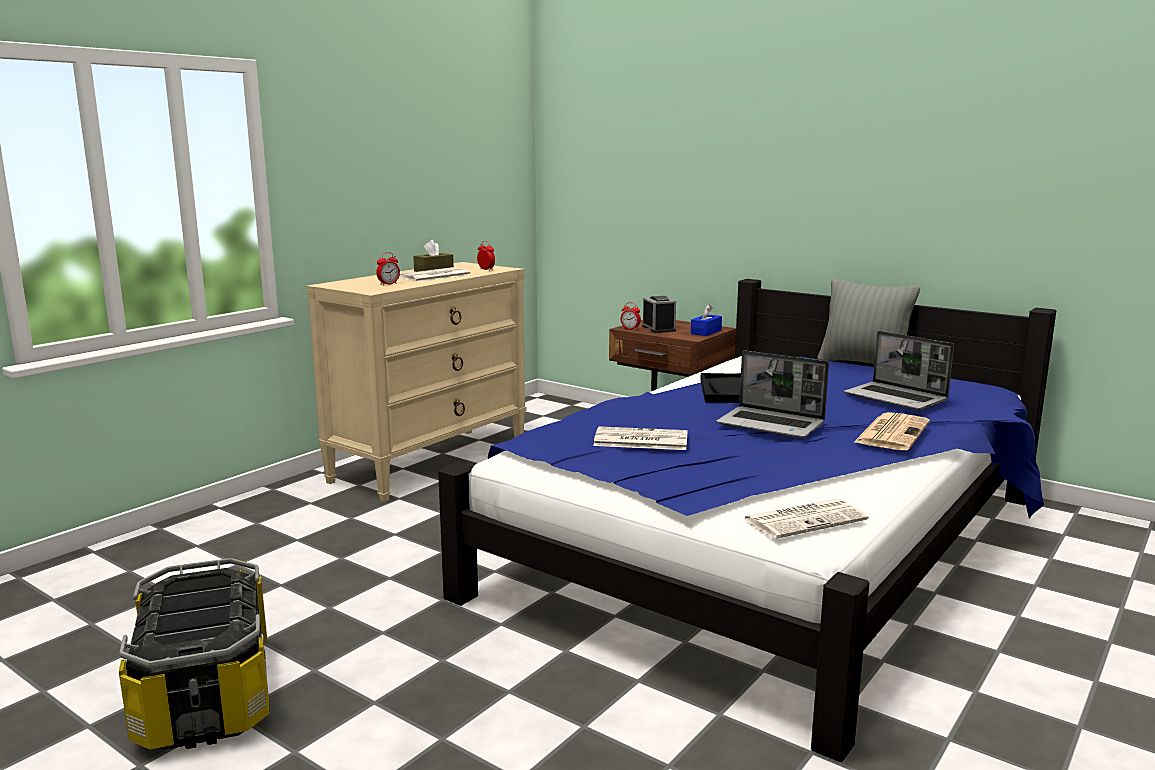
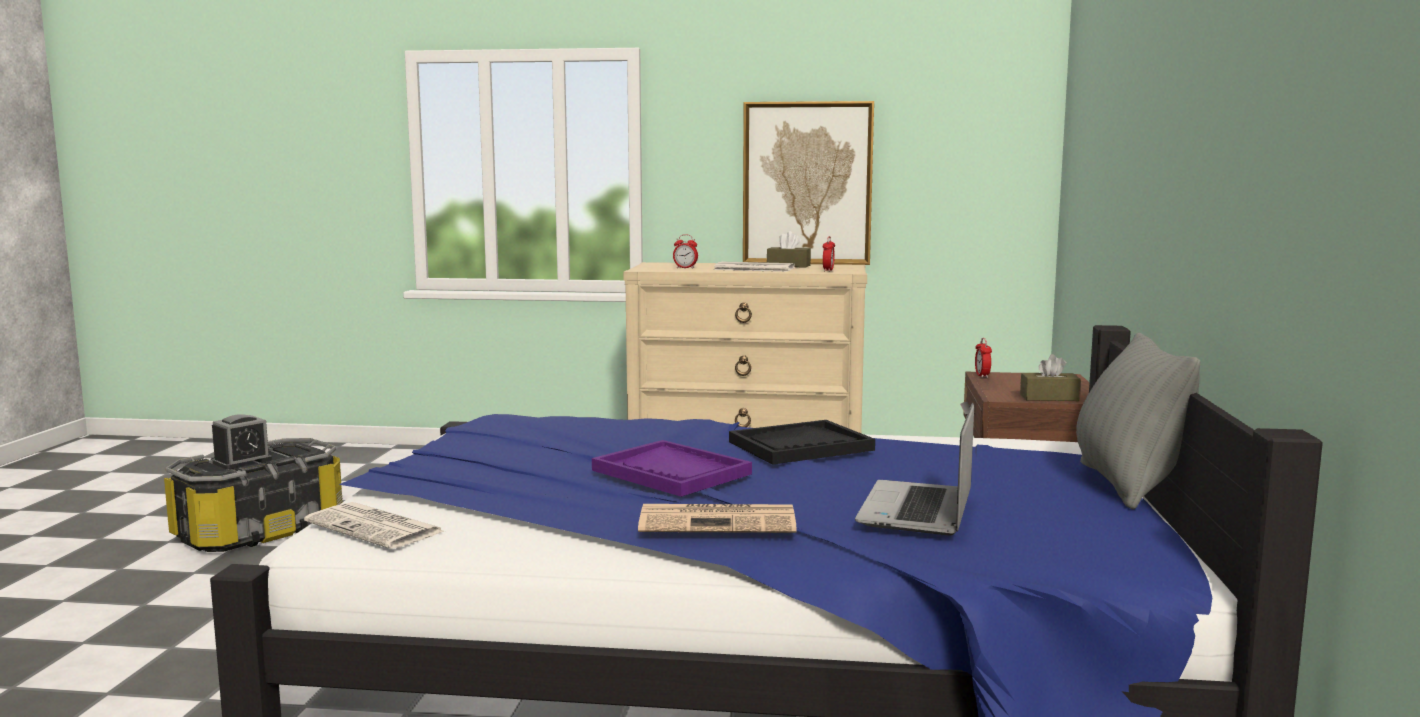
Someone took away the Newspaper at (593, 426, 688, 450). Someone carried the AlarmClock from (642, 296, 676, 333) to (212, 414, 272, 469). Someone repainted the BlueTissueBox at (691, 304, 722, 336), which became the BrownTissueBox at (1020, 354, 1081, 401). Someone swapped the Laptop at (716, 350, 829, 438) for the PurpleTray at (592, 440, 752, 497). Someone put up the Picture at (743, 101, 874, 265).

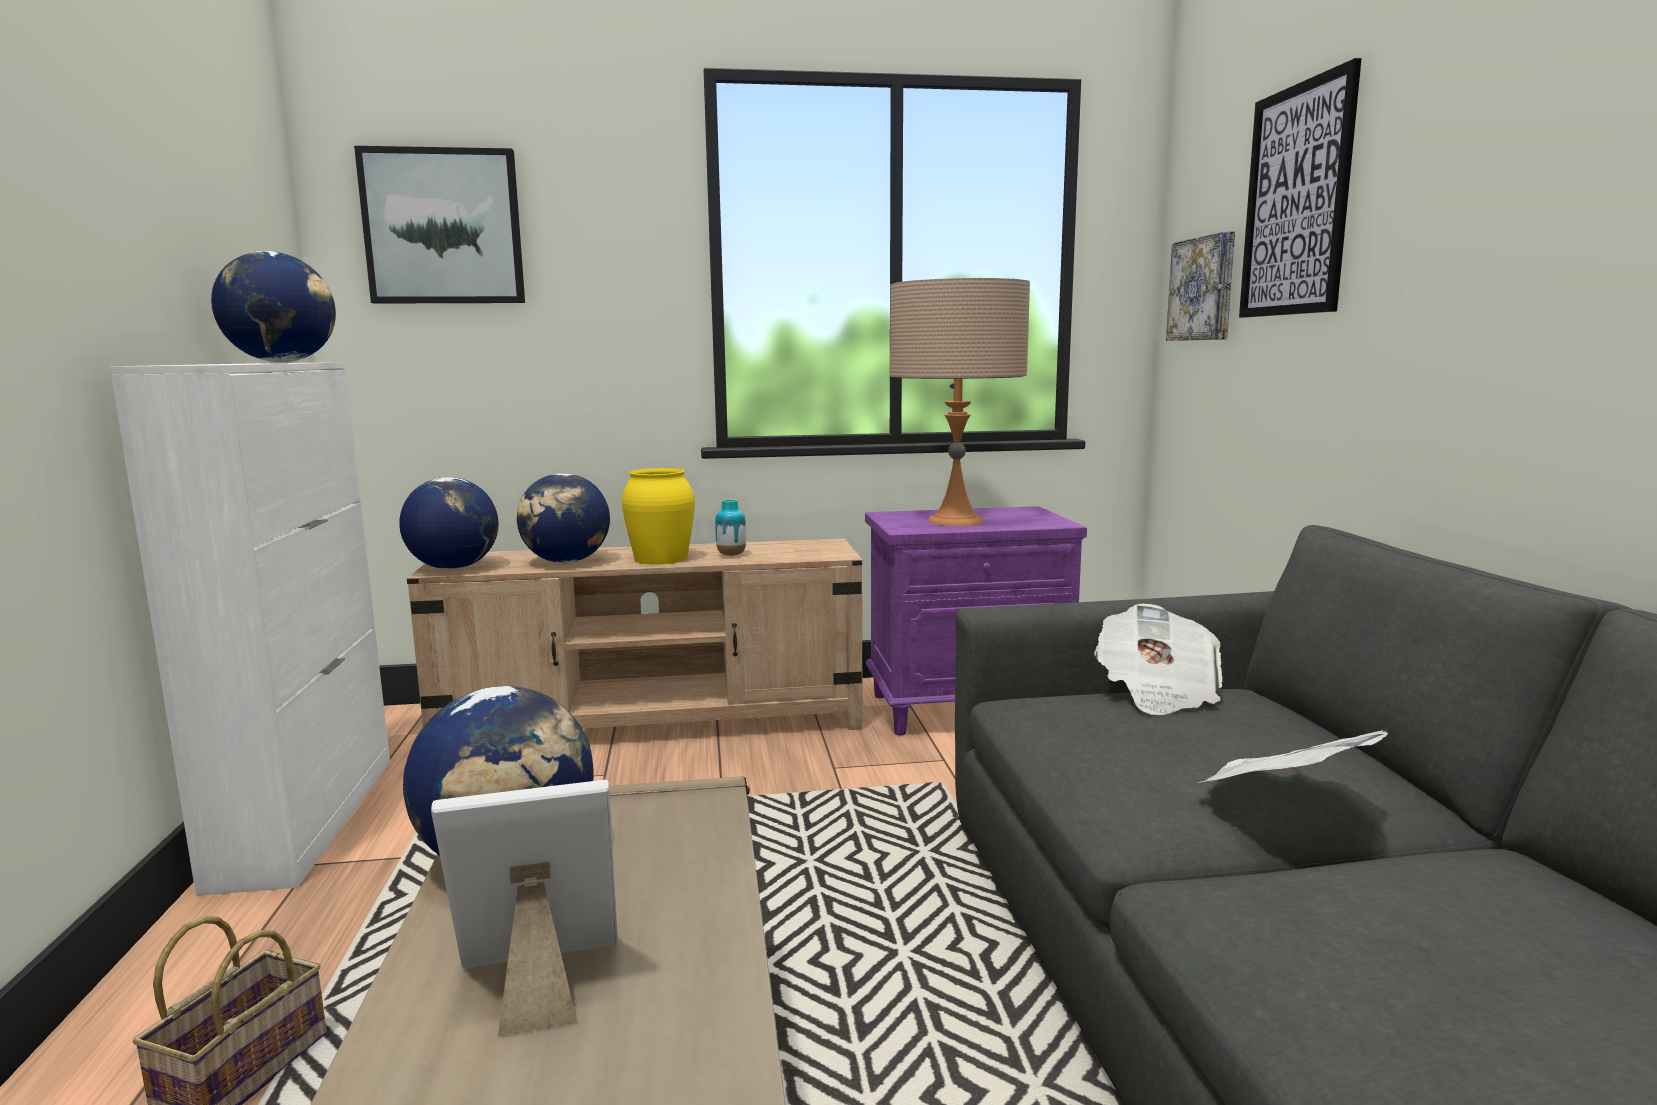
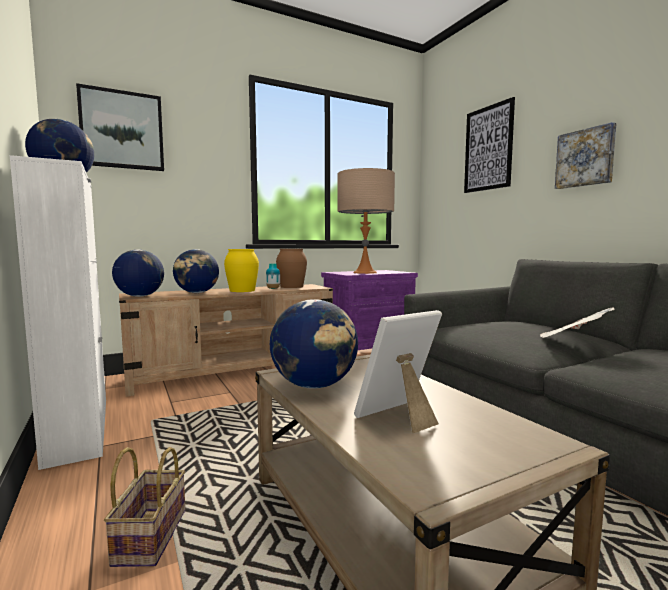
Someone took away the Newspaper at (1094, 604, 1222, 715). Someone carried the Picture from (1166, 231, 1235, 341) to (555, 122, 617, 189). Someone put down the BrownVase at (276, 249, 307, 288).

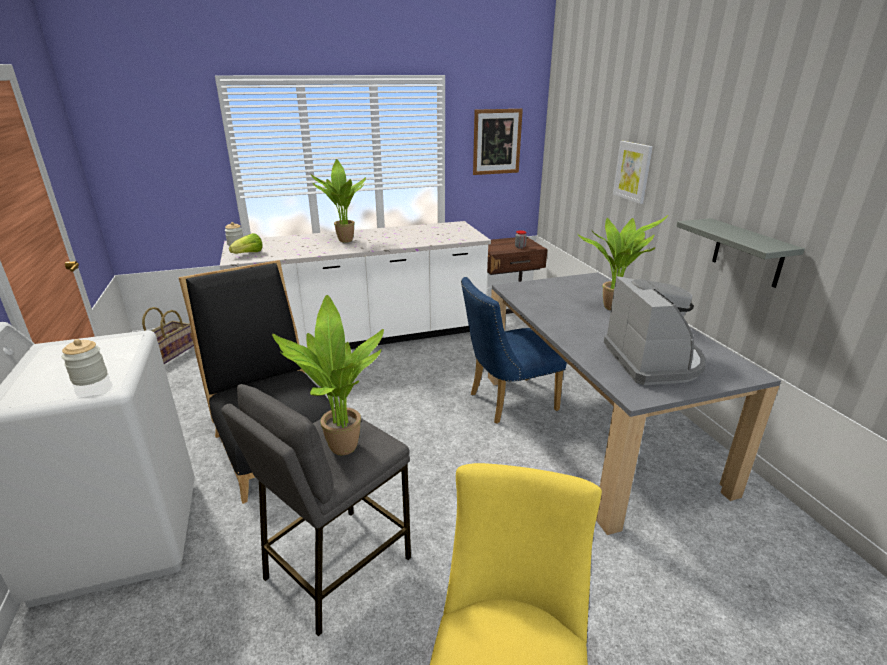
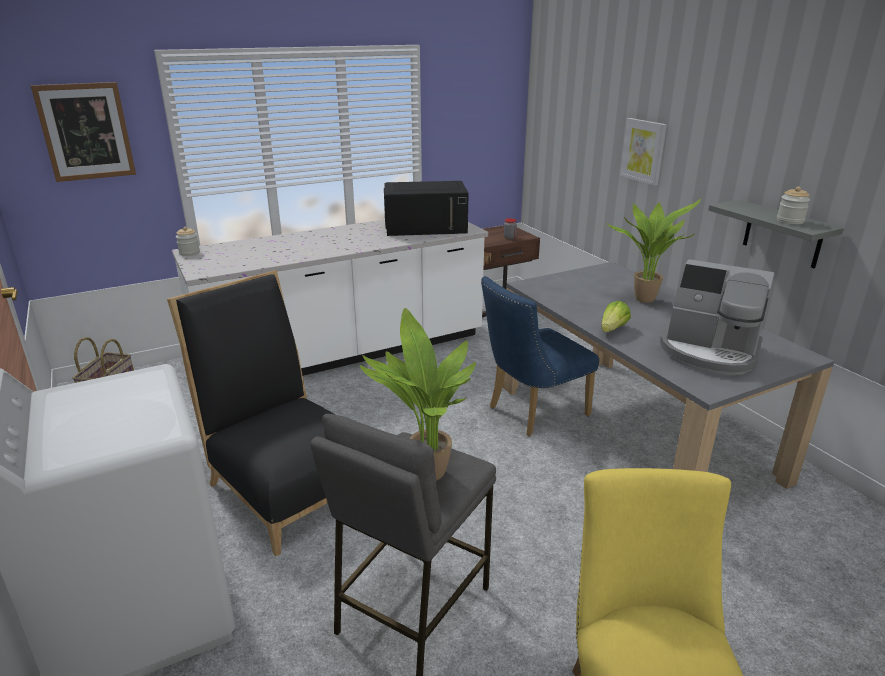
Someone carried the Jar from (62, 339, 107, 386) to (777, 187, 810, 224). Someone carried the Lettuce from (229, 233, 263, 253) to (601, 301, 631, 332). Someone took away the PottedPlant at (310, 159, 366, 243). Someone carried the Picture from (473, 109, 523, 175) to (31, 82, 136, 182). Someone rotated the CoffeeMachine at (604, 276, 706, 385) by 135 degrees clockwise. Someone put down the BlackMicrowave at (384, 181, 468, 236).

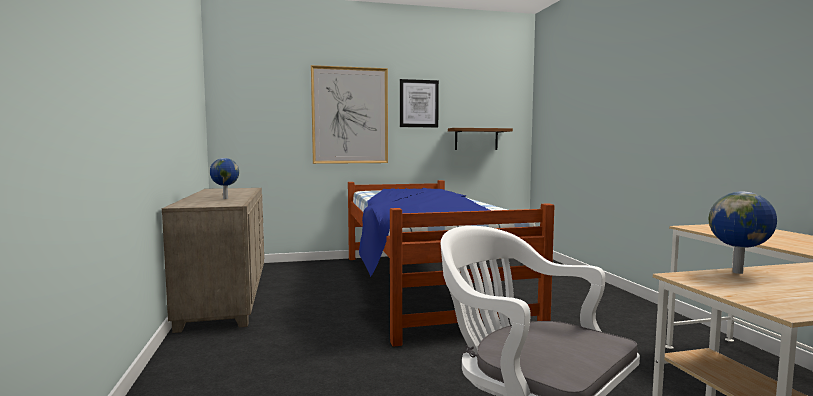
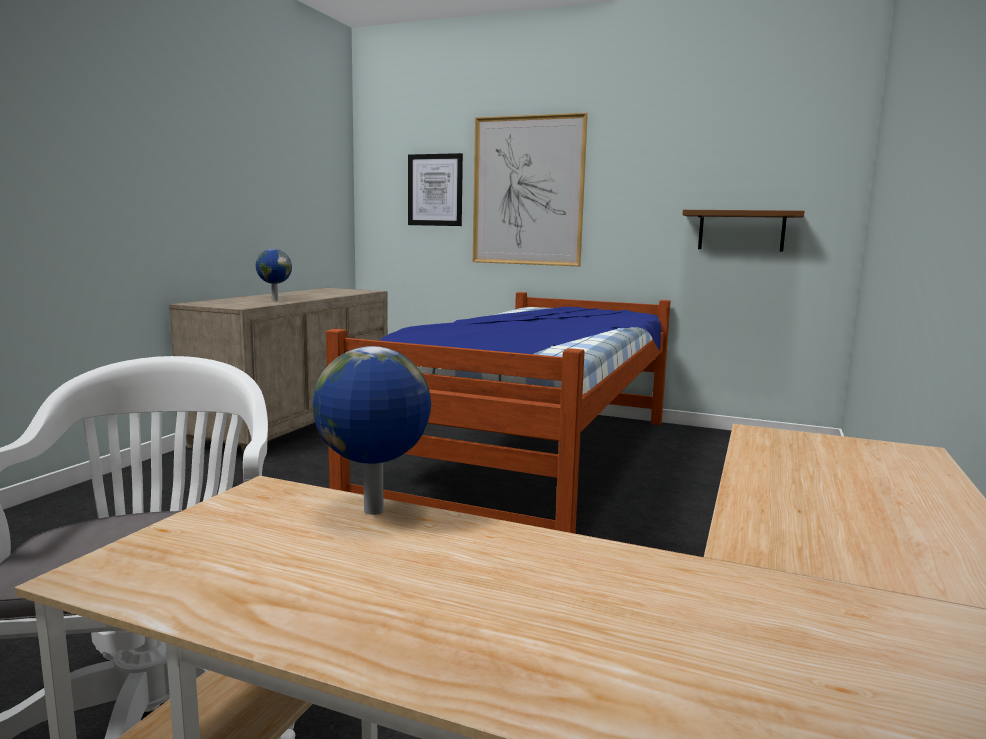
Someone carried the Picture from (400, 79, 439, 128) to (408, 153, 463, 226).

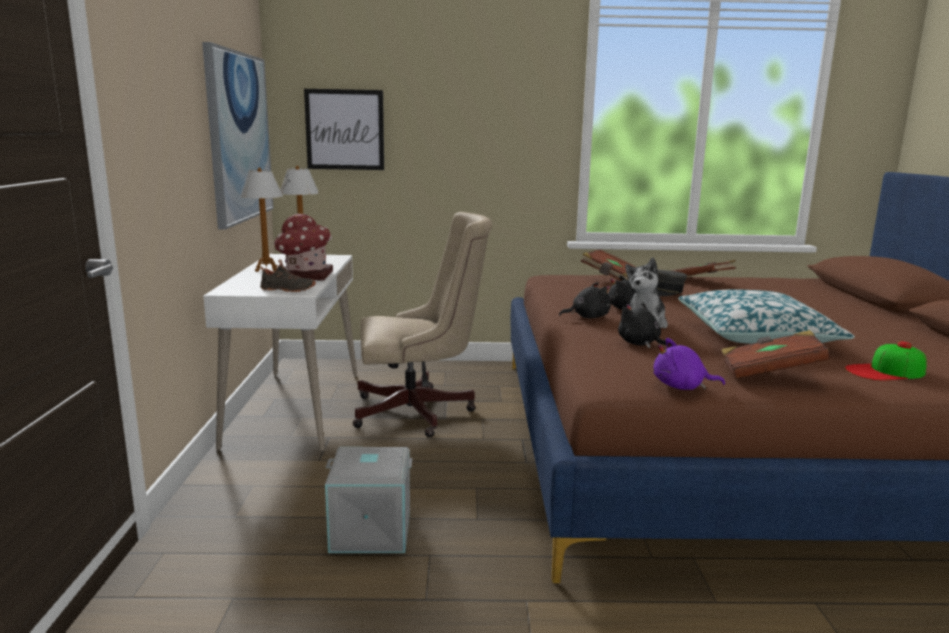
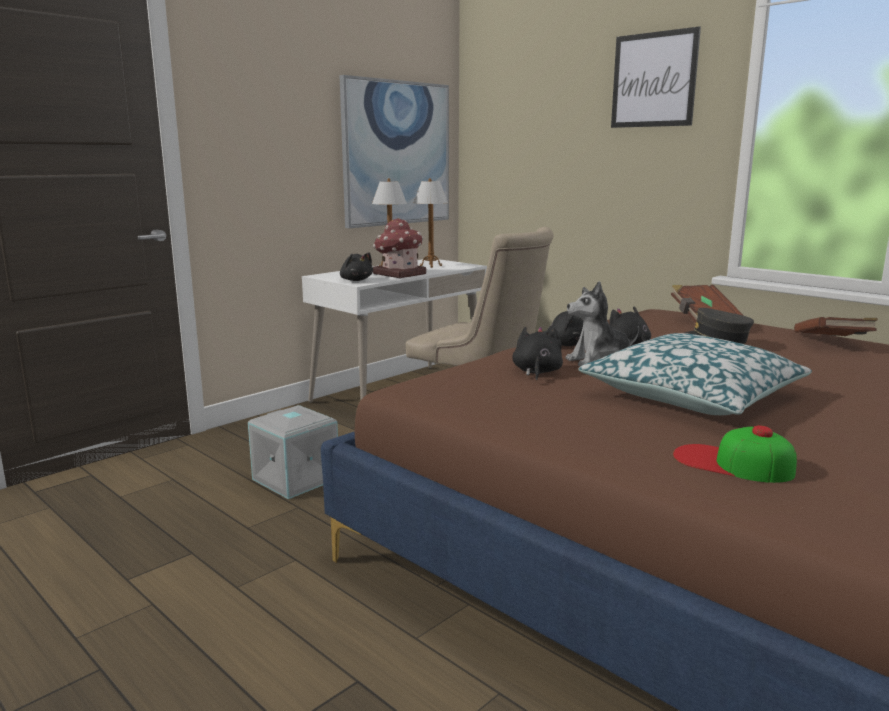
Someone swapped the BlackShoe at (260, 259, 316, 292) for the BlackPlushToy at (340, 252, 373, 281). Someone carried the Picture from (304, 89, 384, 170) to (611, 26, 701, 128). Someone took away the PurplePlushToy at (654, 338, 725, 390). Someone took away the BrownBook at (721, 330, 830, 379).

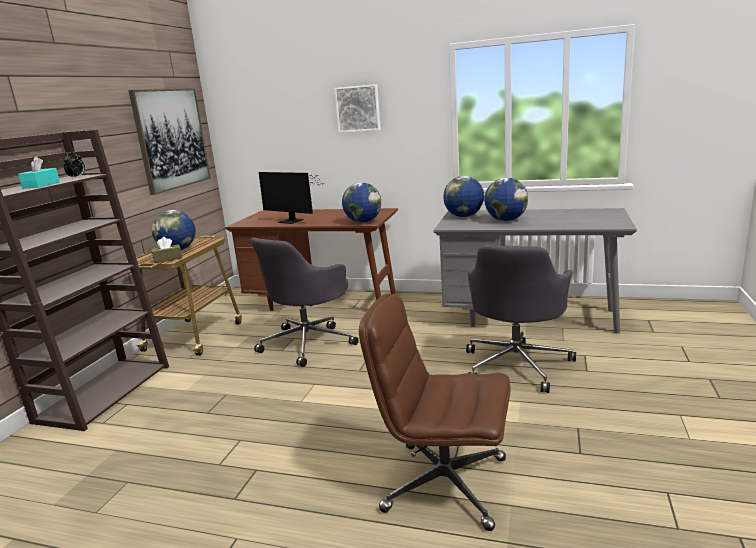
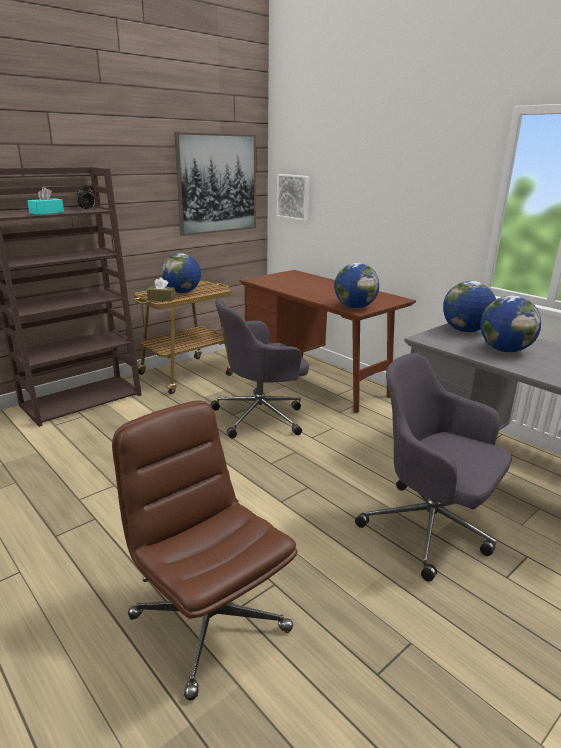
Someone took away the Monitor at (259, 172, 326, 224). Someone carried the Picture from (334, 84, 381, 133) to (277, 174, 310, 221). Someone rotated the GreyOfficeChair at (466, 245, 576, 393) by 75 degrees clockwise.

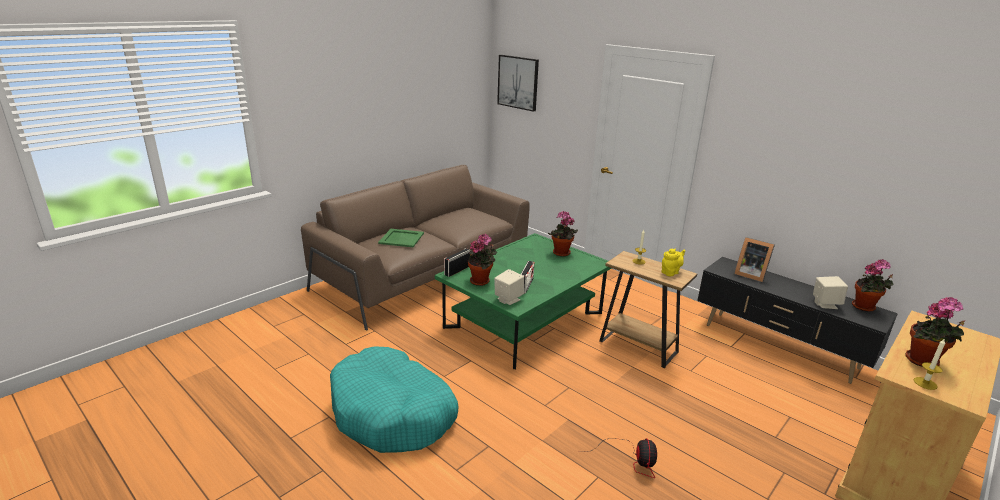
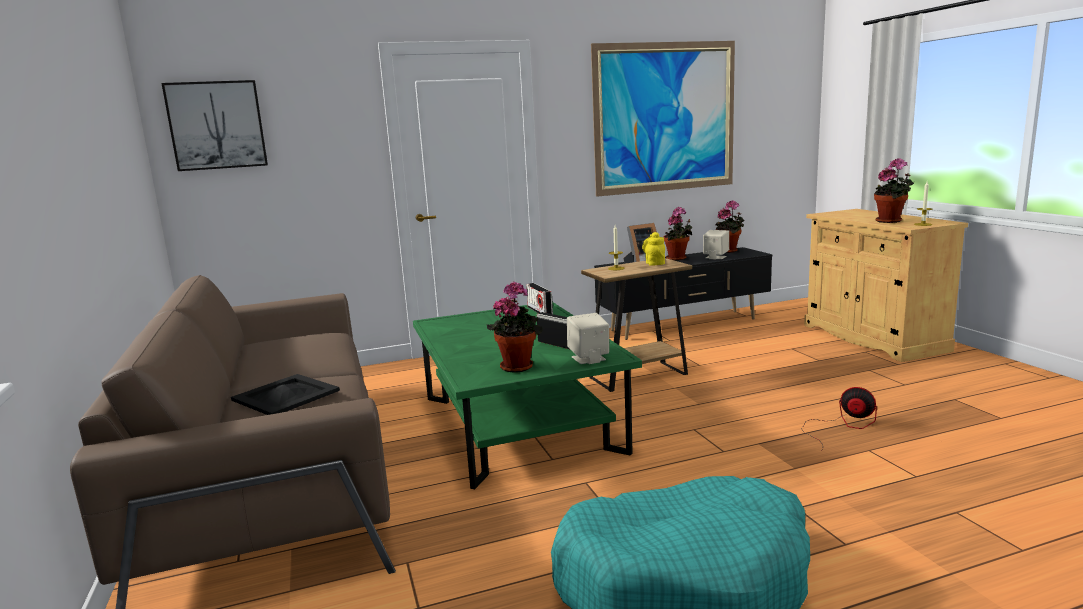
Someone repainted the GreenTray at (378, 229, 424, 247), which became the BlackTray at (231, 374, 340, 415). Someone carried the Radio from (444, 248, 471, 277) to (526, 283, 553, 314). Someone carried the PottedPlant from (548, 211, 578, 257) to (663, 207, 692, 261). Someone put up the Picture at (591, 41, 735, 197).

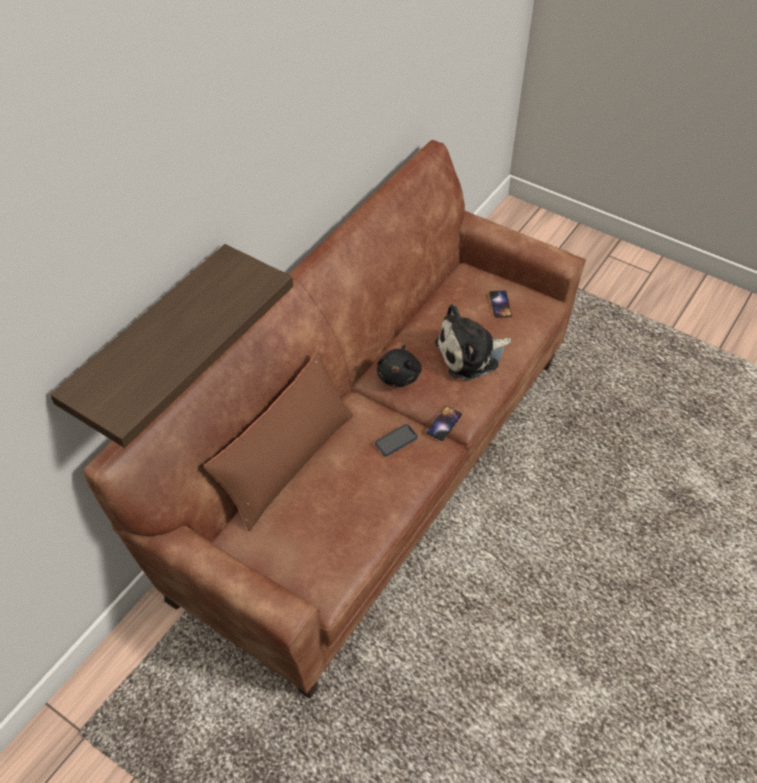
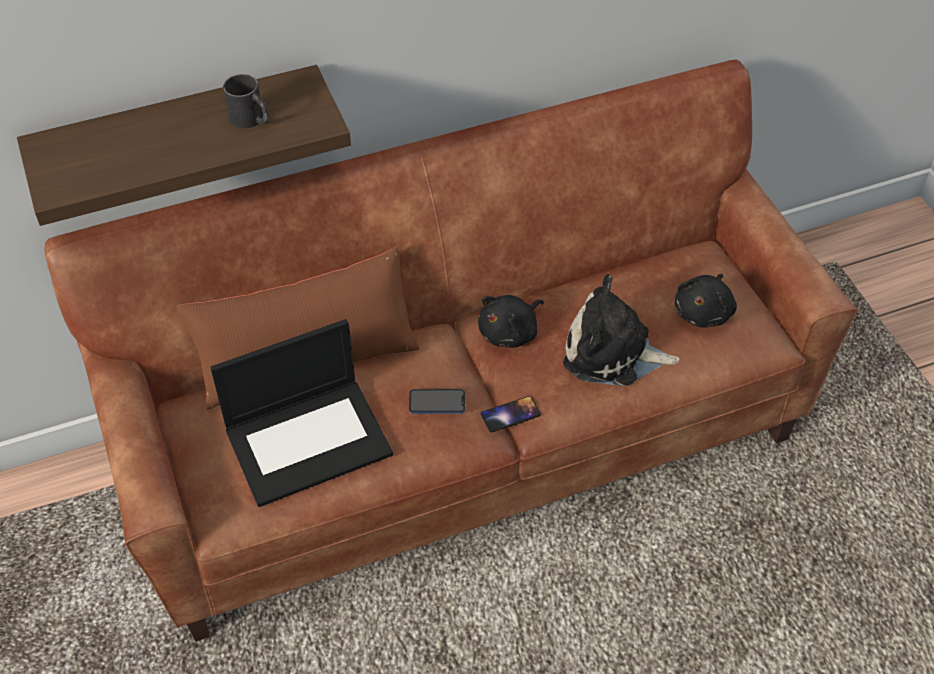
Someone swapped the Phone at (489, 291, 512, 318) for the BlackPlushToy at (674, 274, 737, 328). Someone put down the Laptop at (211, 319, 393, 507). Someone put down the BlackMug at (223, 74, 269, 129).

